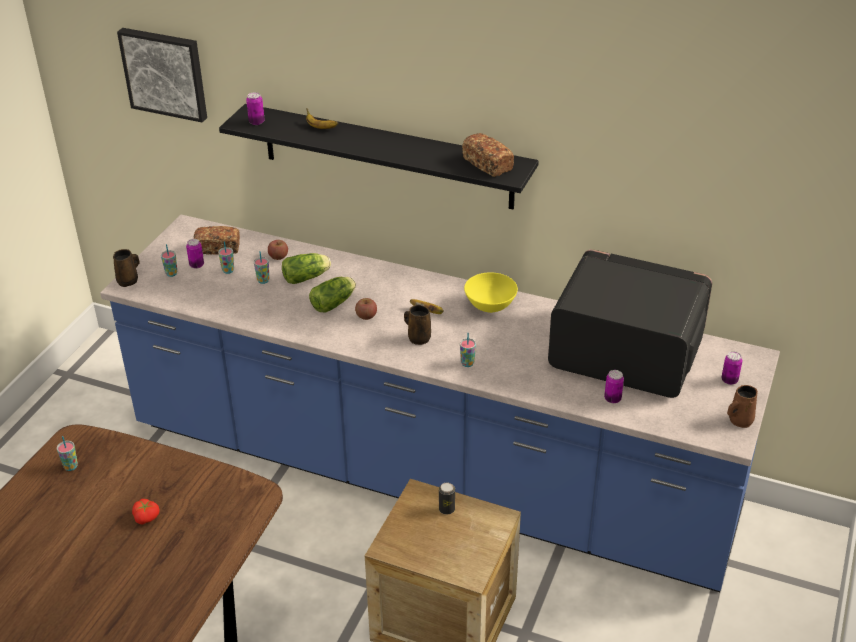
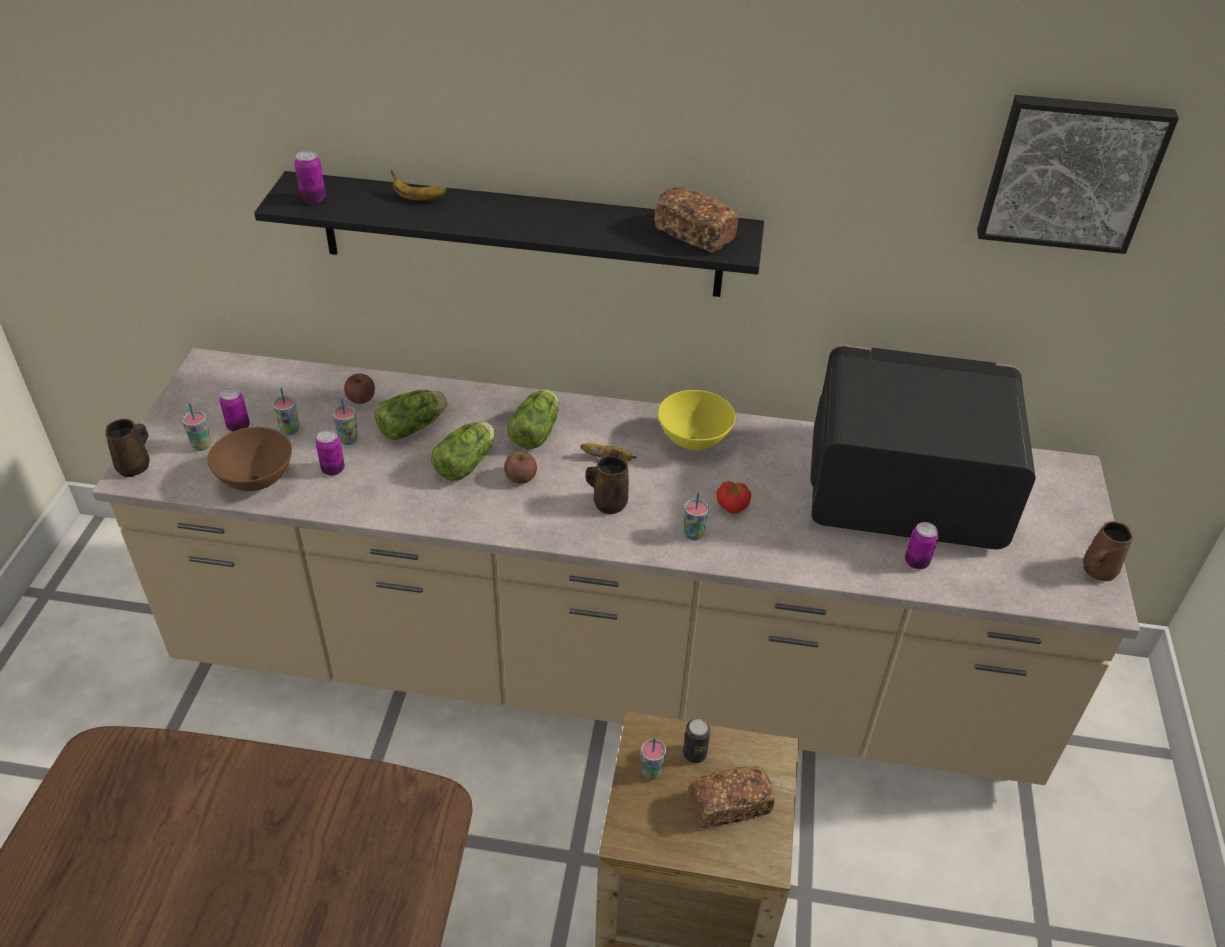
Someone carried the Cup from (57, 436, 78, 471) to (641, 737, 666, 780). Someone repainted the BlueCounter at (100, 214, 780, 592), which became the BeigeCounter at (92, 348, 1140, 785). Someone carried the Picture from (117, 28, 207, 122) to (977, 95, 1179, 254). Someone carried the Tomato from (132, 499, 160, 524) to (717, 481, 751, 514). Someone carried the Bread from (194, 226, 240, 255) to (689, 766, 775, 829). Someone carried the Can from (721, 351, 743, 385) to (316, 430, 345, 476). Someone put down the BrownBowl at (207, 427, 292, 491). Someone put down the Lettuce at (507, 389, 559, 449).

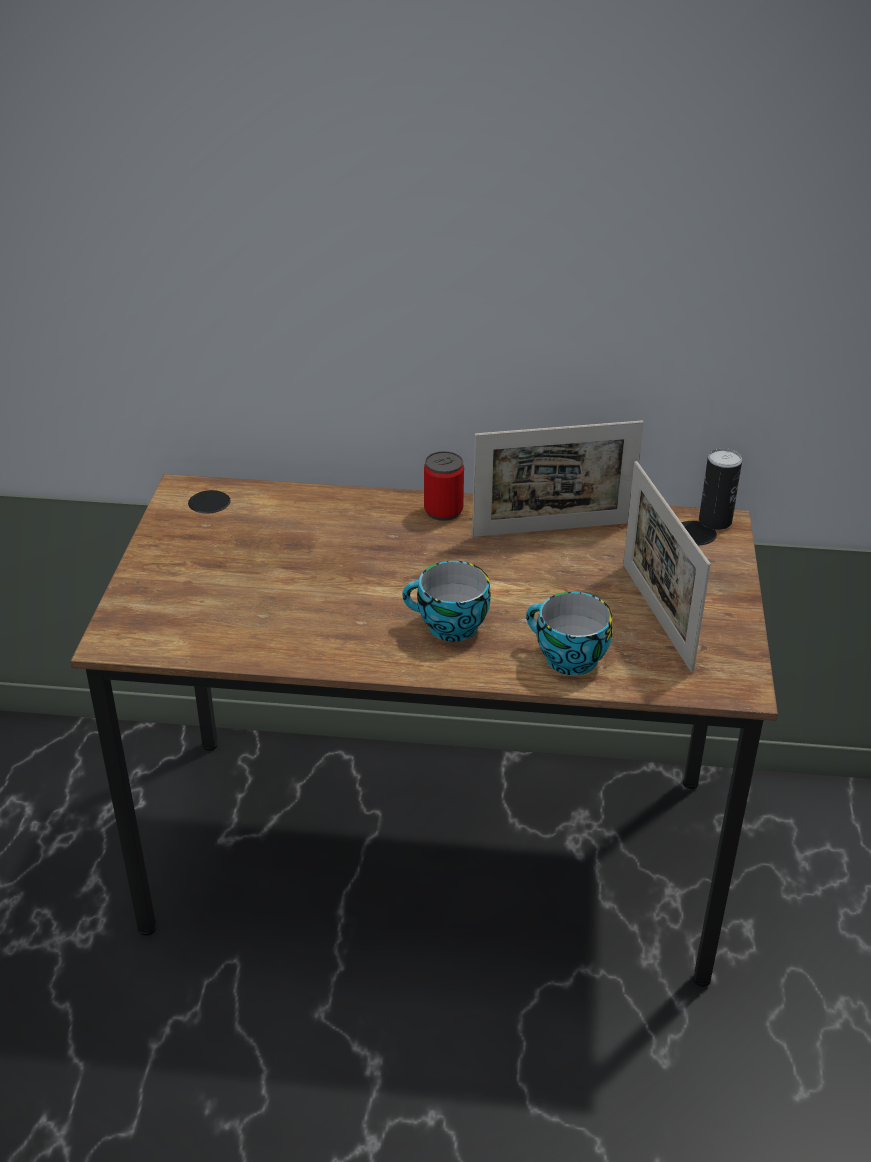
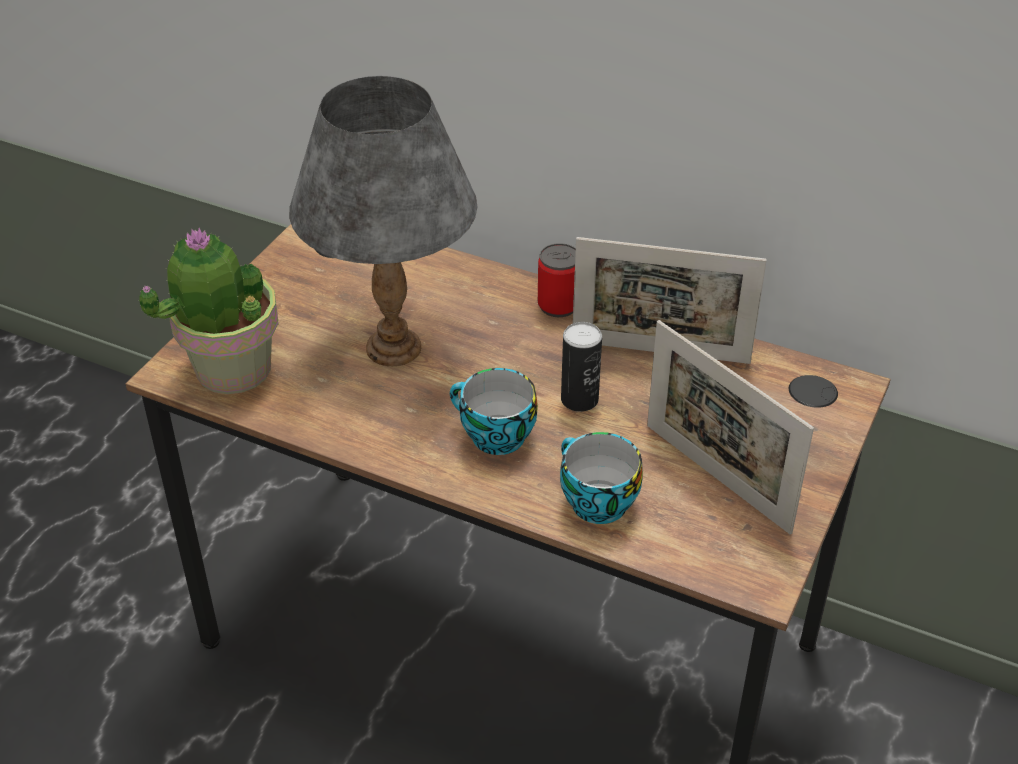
Someone rotated the PictureFrame at (623, 461, 711, 672) by 45 degrees counterclockwise. Someone carried the Can from (699, 448, 742, 530) to (561, 322, 602, 412). Someone put down the PottedPlant at (138, 228, 278, 394). Someone put down the GreyTableLamp at (289, 76, 477, 366).

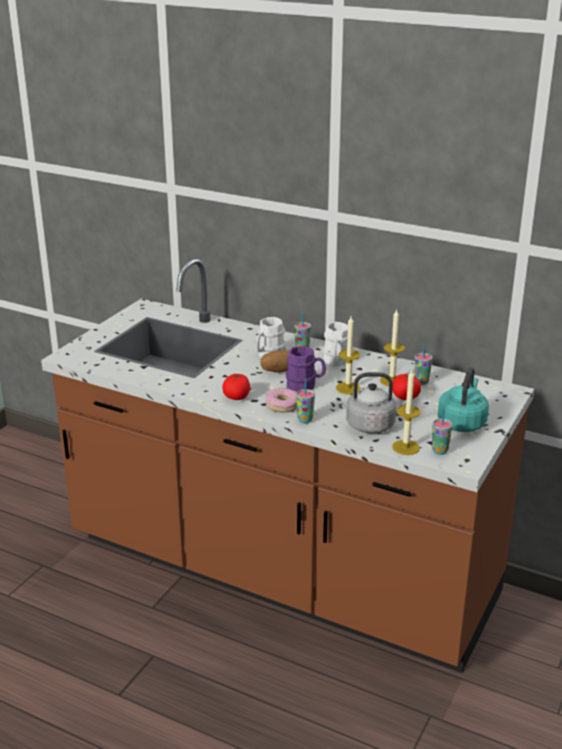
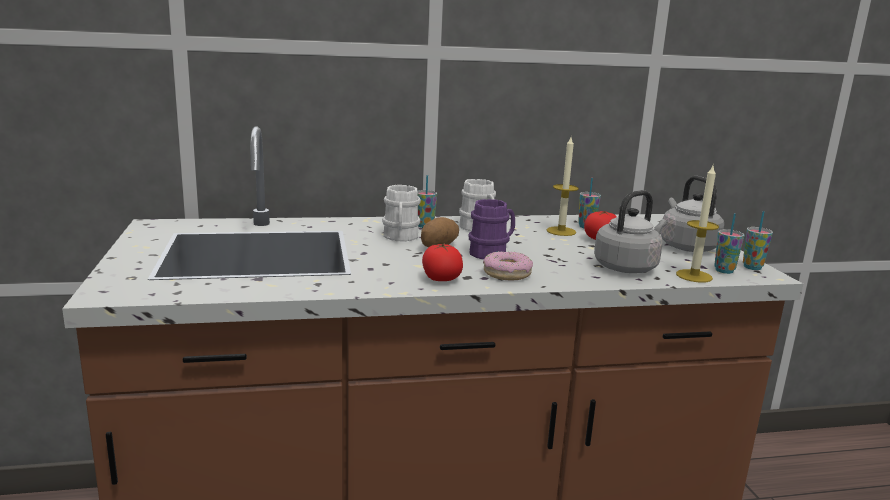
Someone carried the Cup from (296, 380, 315, 423) to (743, 211, 773, 270). Someone took away the Candle at (336, 317, 361, 394). Someone repainted the TurquoiseKettle at (438, 367, 489, 432), which became the GreyKettle at (661, 176, 724, 252).

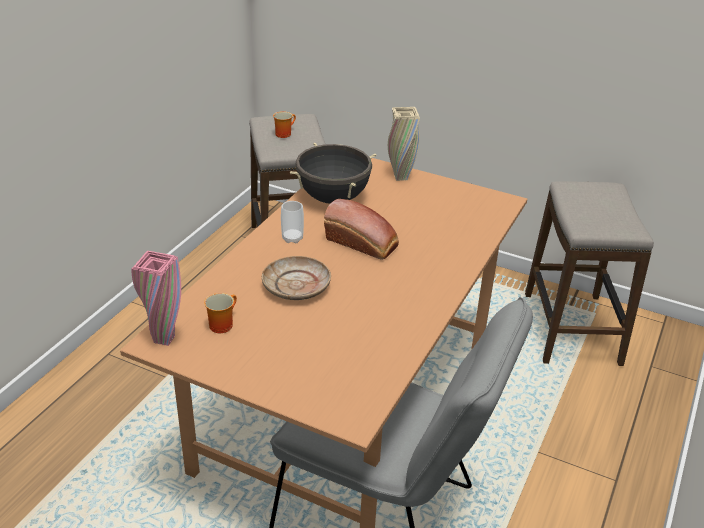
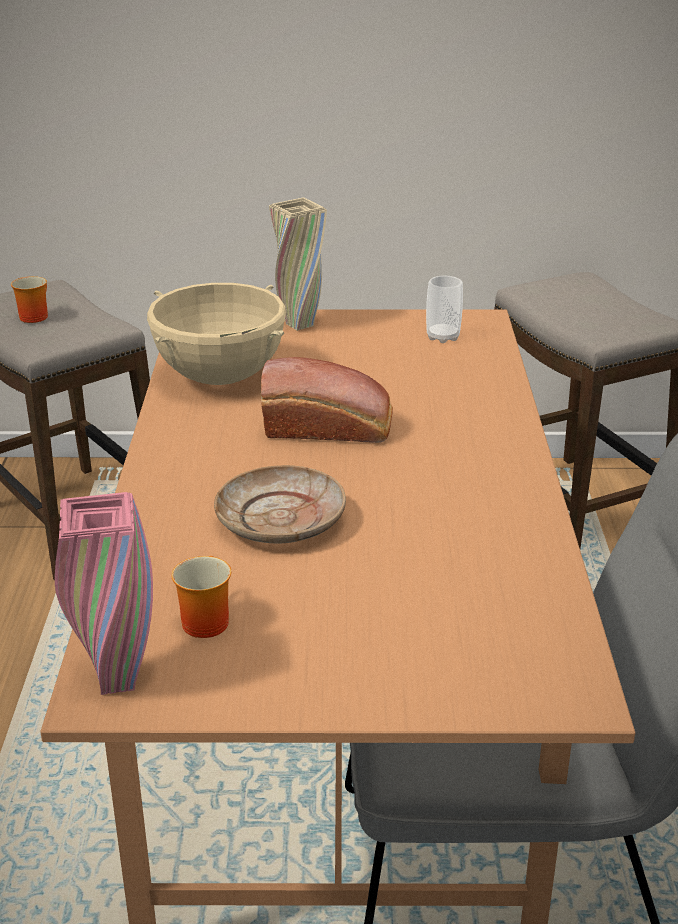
Someone carried the Cup from (281, 201, 304, 243) to (426, 276, 463, 343). Someone repainted the BlackCookingPot at (290, 142, 377, 204), which became the BeigeCookingPot at (147, 283, 286, 385).

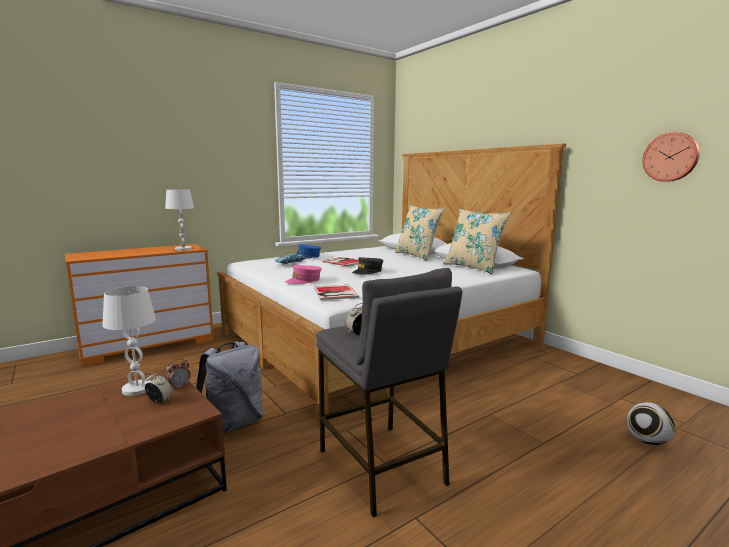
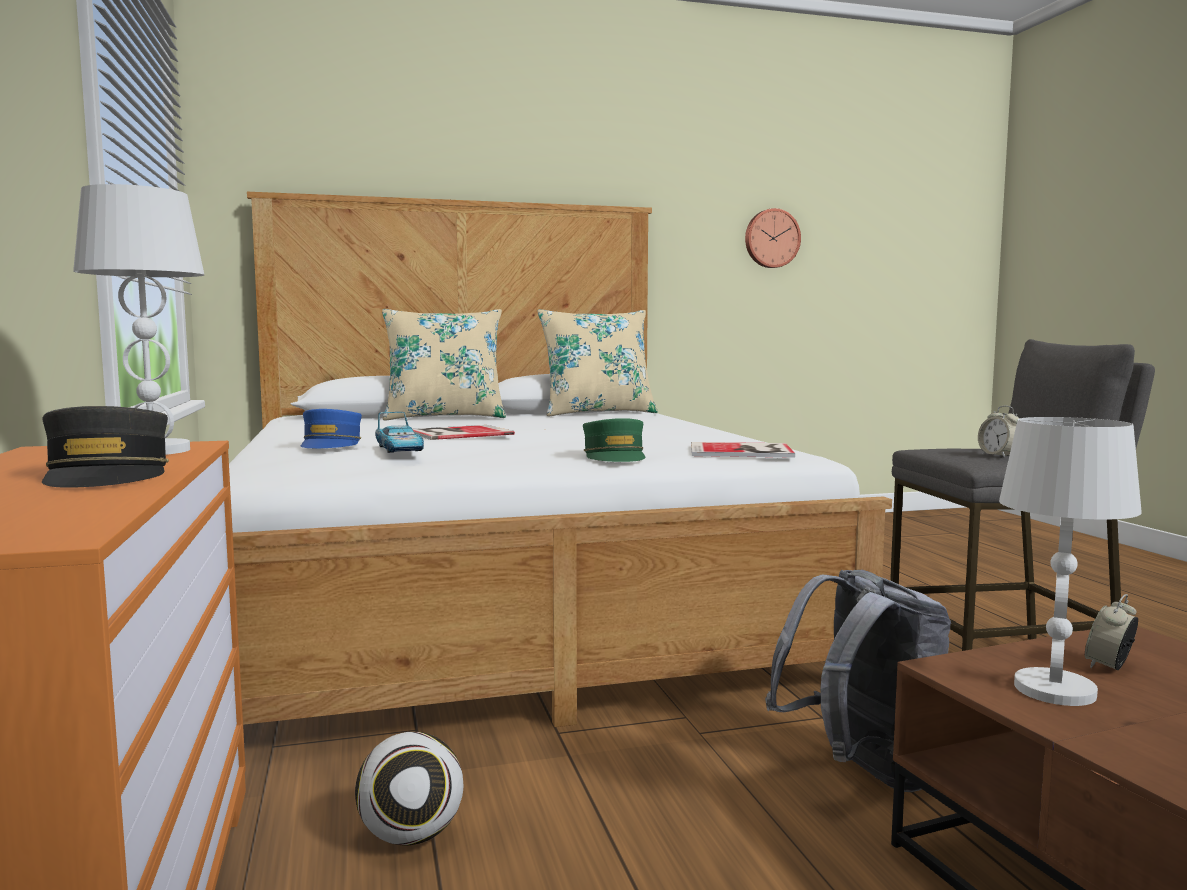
Someone took away the AlarmClock at (166, 359, 191, 391). Someone repainted the PinkCap at (285, 265, 322, 284), which became the GreenCap at (583, 418, 646, 462). Someone carried the GreyCap from (352, 257, 383, 274) to (42, 406, 169, 488). Someone carried the Football from (627, 402, 675, 445) to (355, 732, 463, 846).

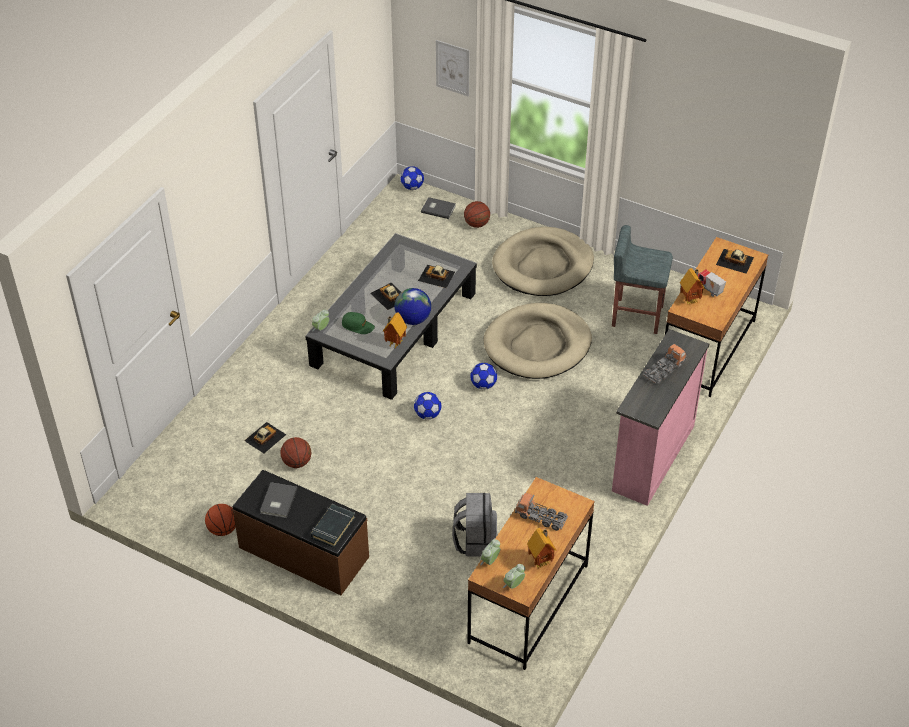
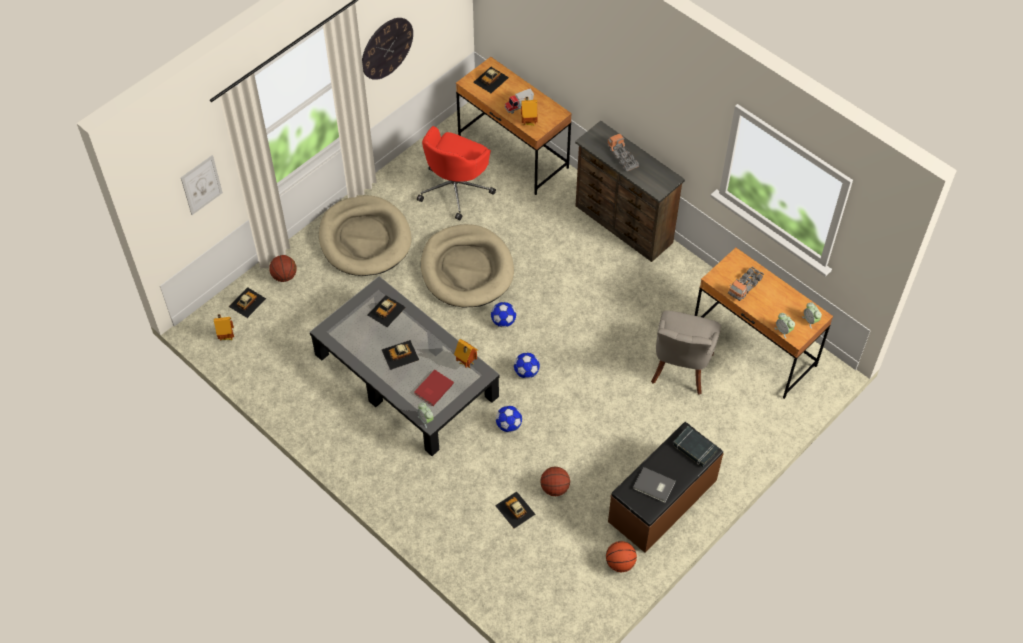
Someone swapped the GreenCap at (342, 312, 375, 334) for the RedBook at (414, 370, 454, 406). Someone took away the Globe at (395, 288, 431, 325). Someone carried the Football from (400, 166, 424, 190) to (496, 406, 522, 432). Someone swapped the GreyBook at (421, 197, 456, 219) for the ToyCar at (229, 287, 266, 318). Someone swapped the GreyBackpack at (452, 493, 497, 557) for the GreyChair at (651, 310, 721, 395). Someone carried the ToyHouse from (527, 528, 557, 569) to (214, 314, 234, 340). Someone swapped the GreyStool at (612, 225, 673, 334) for the RedOfficeChair at (417, 126, 496, 220). Someone repainted the PinkDresser at (612, 329, 709, 506), which became the BrownDresser at (575, 121, 685, 262). Someone put up the WallClock at (362, 18, 413, 80).

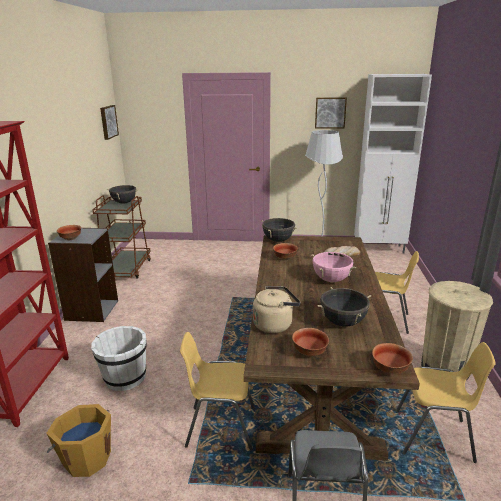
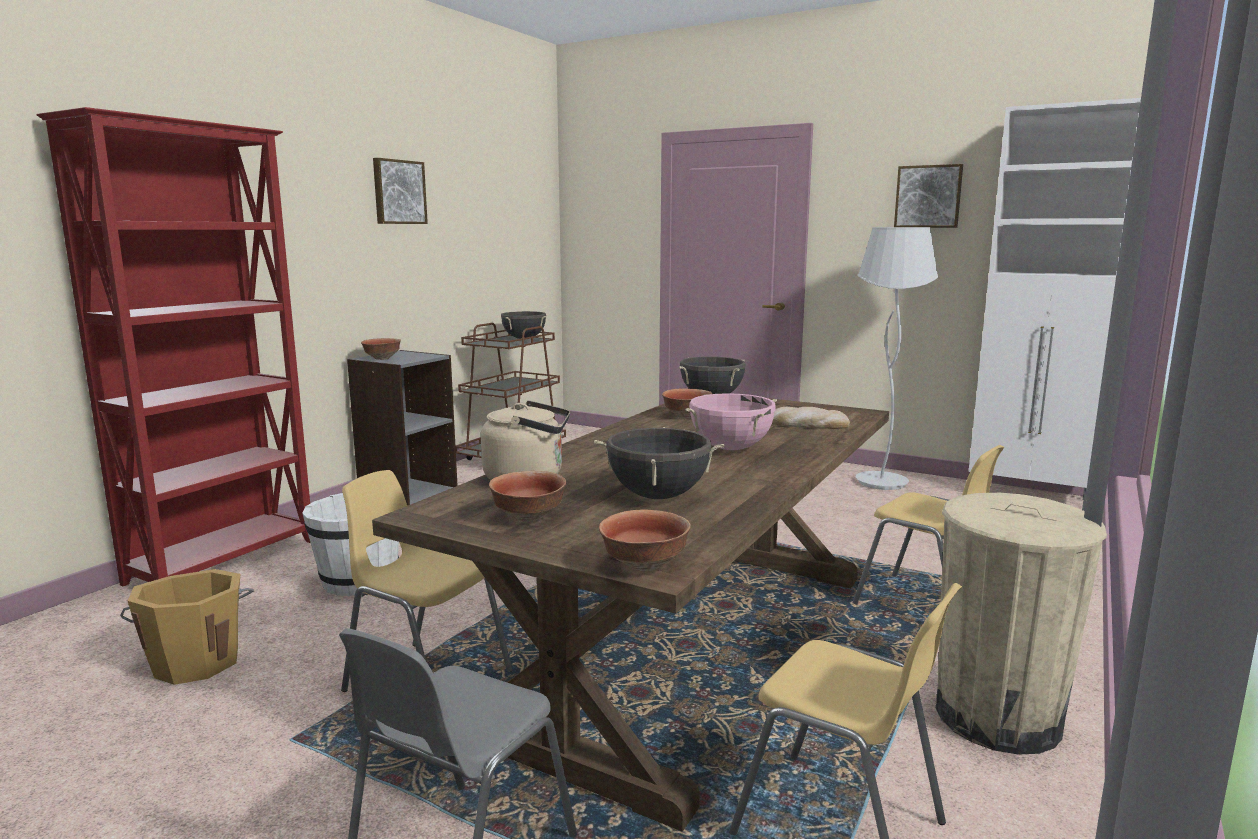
Someone carried the Picture from (100, 105, 119, 140) to (373, 158, 428, 224).

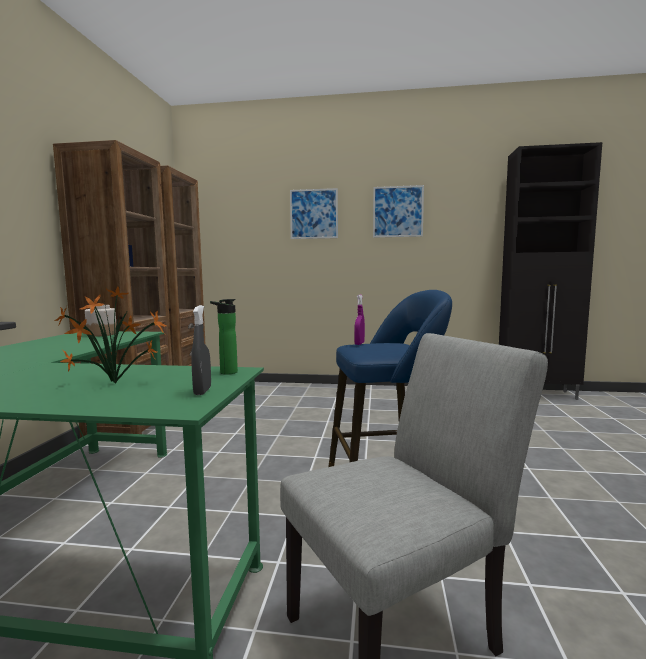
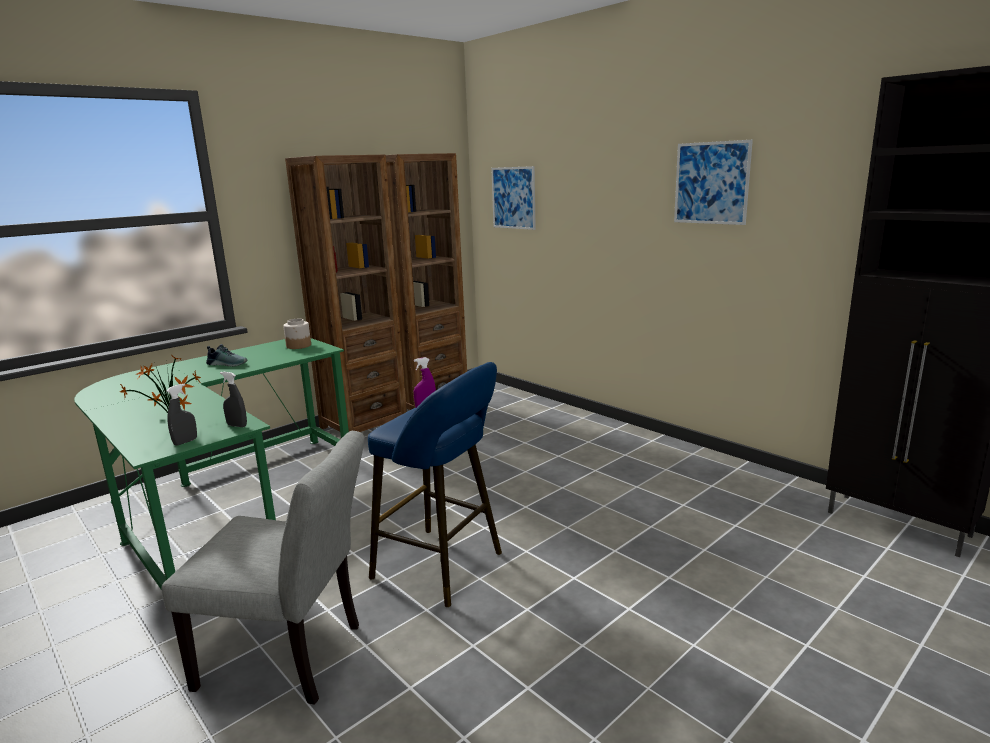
Someone swapped the Bottle at (210, 299, 238, 375) for the GreySprayBottle at (220, 372, 247, 427). Someone carried the Picture from (290, 188, 338, 239) to (491, 166, 536, 230). Someone put down the Shoe at (206, 344, 248, 367).

